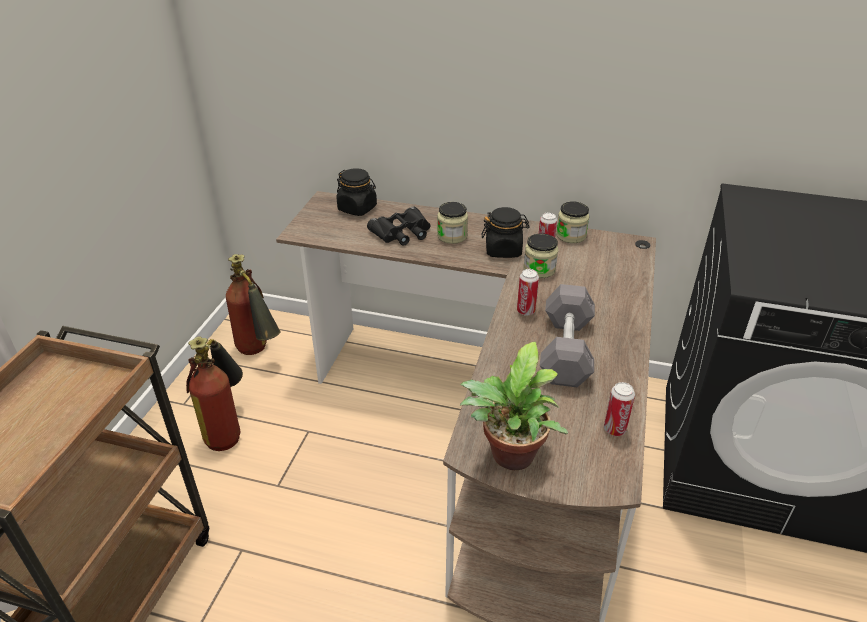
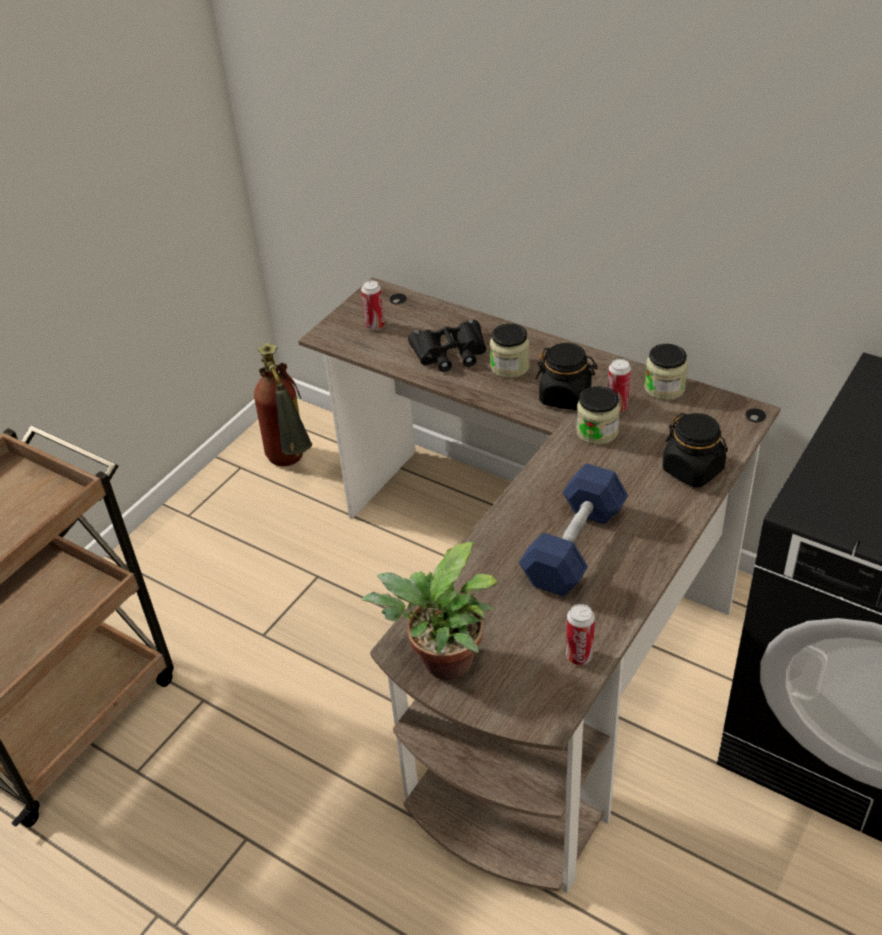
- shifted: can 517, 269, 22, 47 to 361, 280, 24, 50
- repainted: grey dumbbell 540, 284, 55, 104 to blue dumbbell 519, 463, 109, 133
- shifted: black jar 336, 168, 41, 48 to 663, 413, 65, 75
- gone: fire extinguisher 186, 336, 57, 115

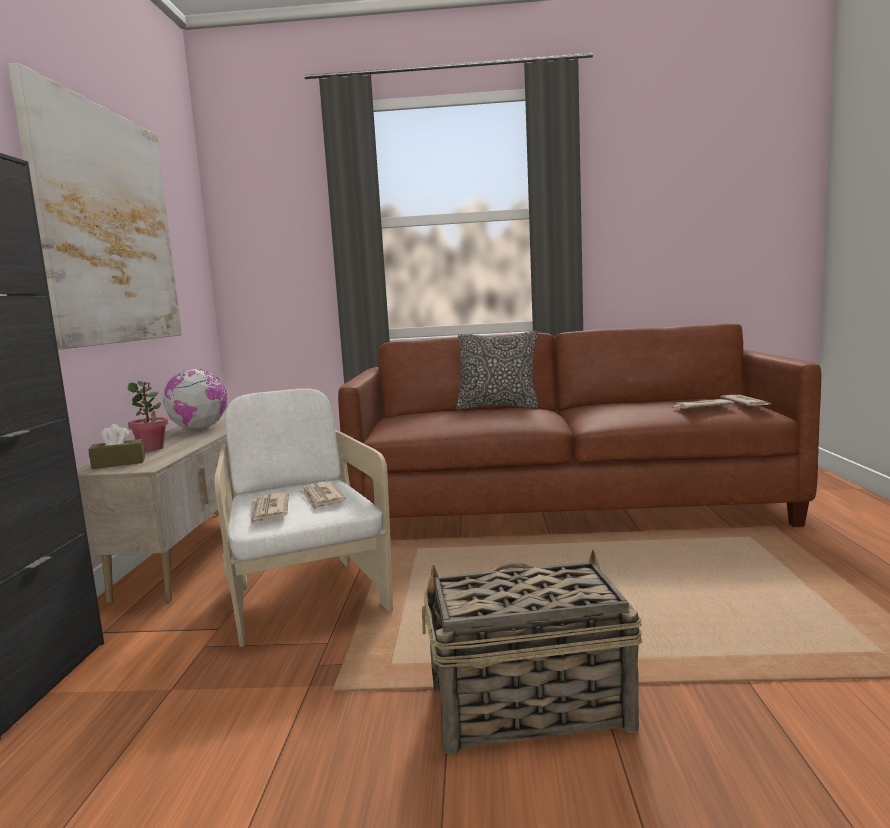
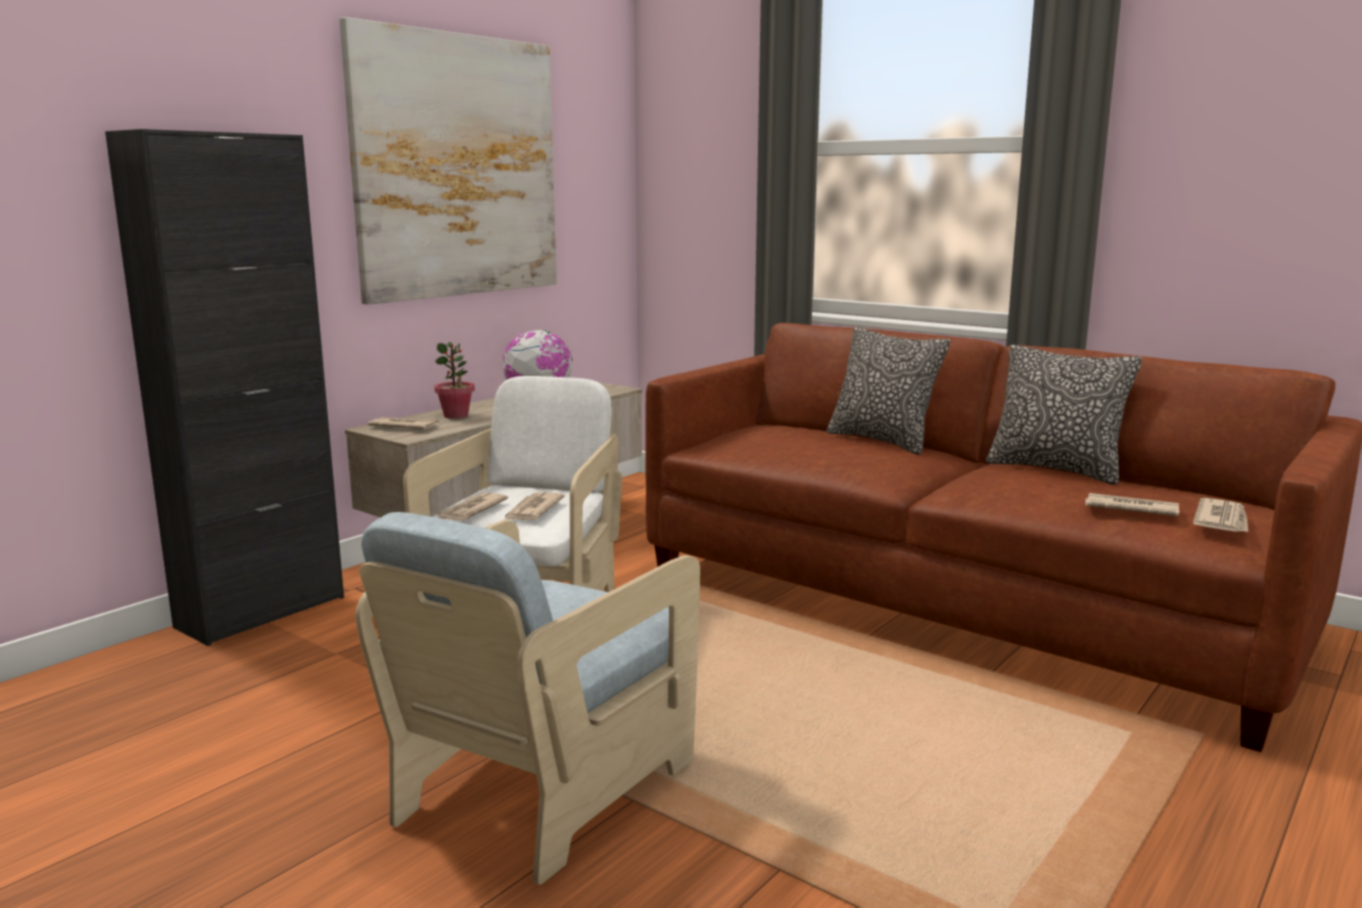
- swapped: basket 422, 550, 220, 206 to beige armchair 355, 512, 345, 373
- swapped: brown tissue box 88, 424, 57, 45 to newspaper 368, 417, 71, 12
- new: pillow 986, 345, 156, 140

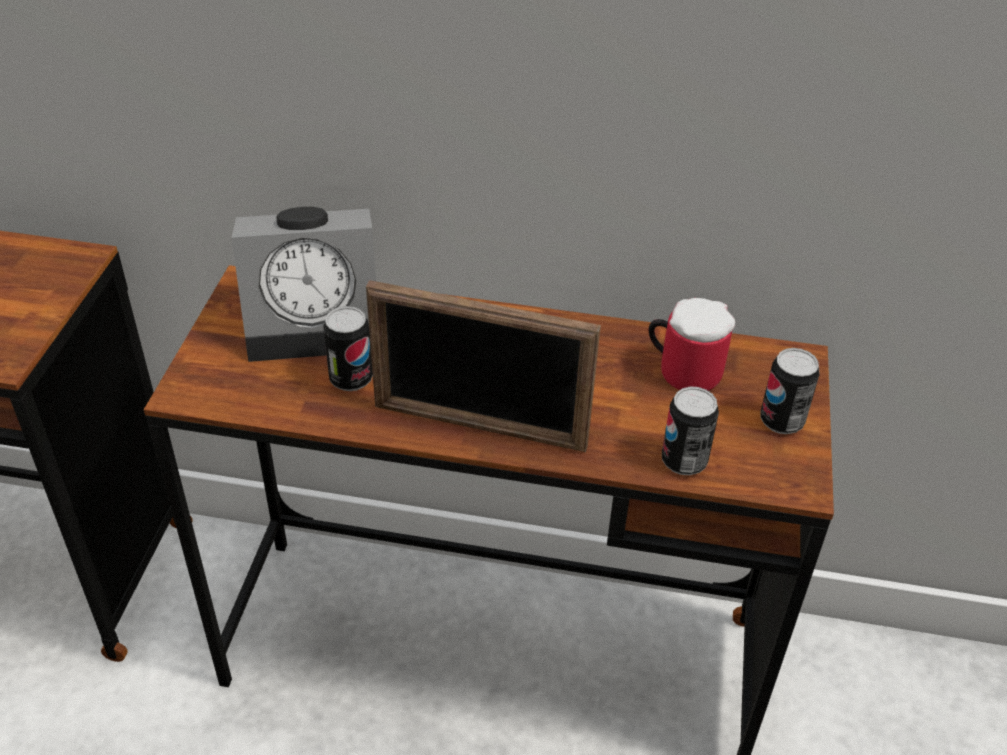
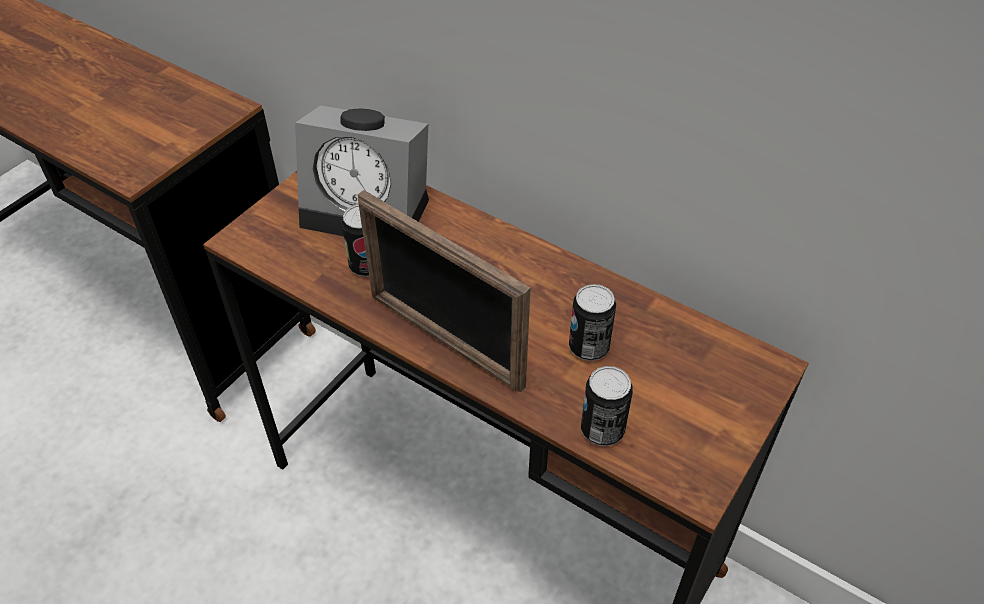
- shifted: can 760, 348, 60, 86 to 569, 284, 47, 77
- gone: mug 649, 298, 86, 93

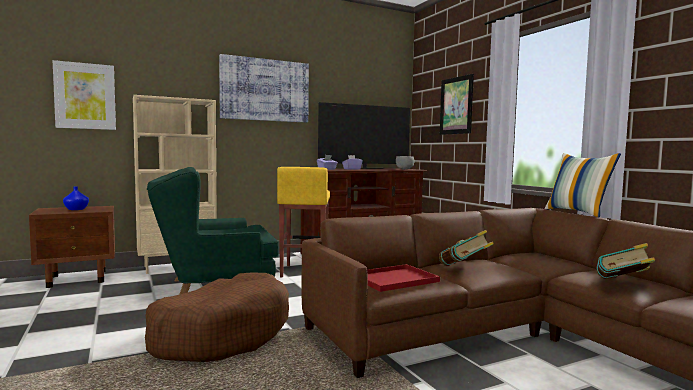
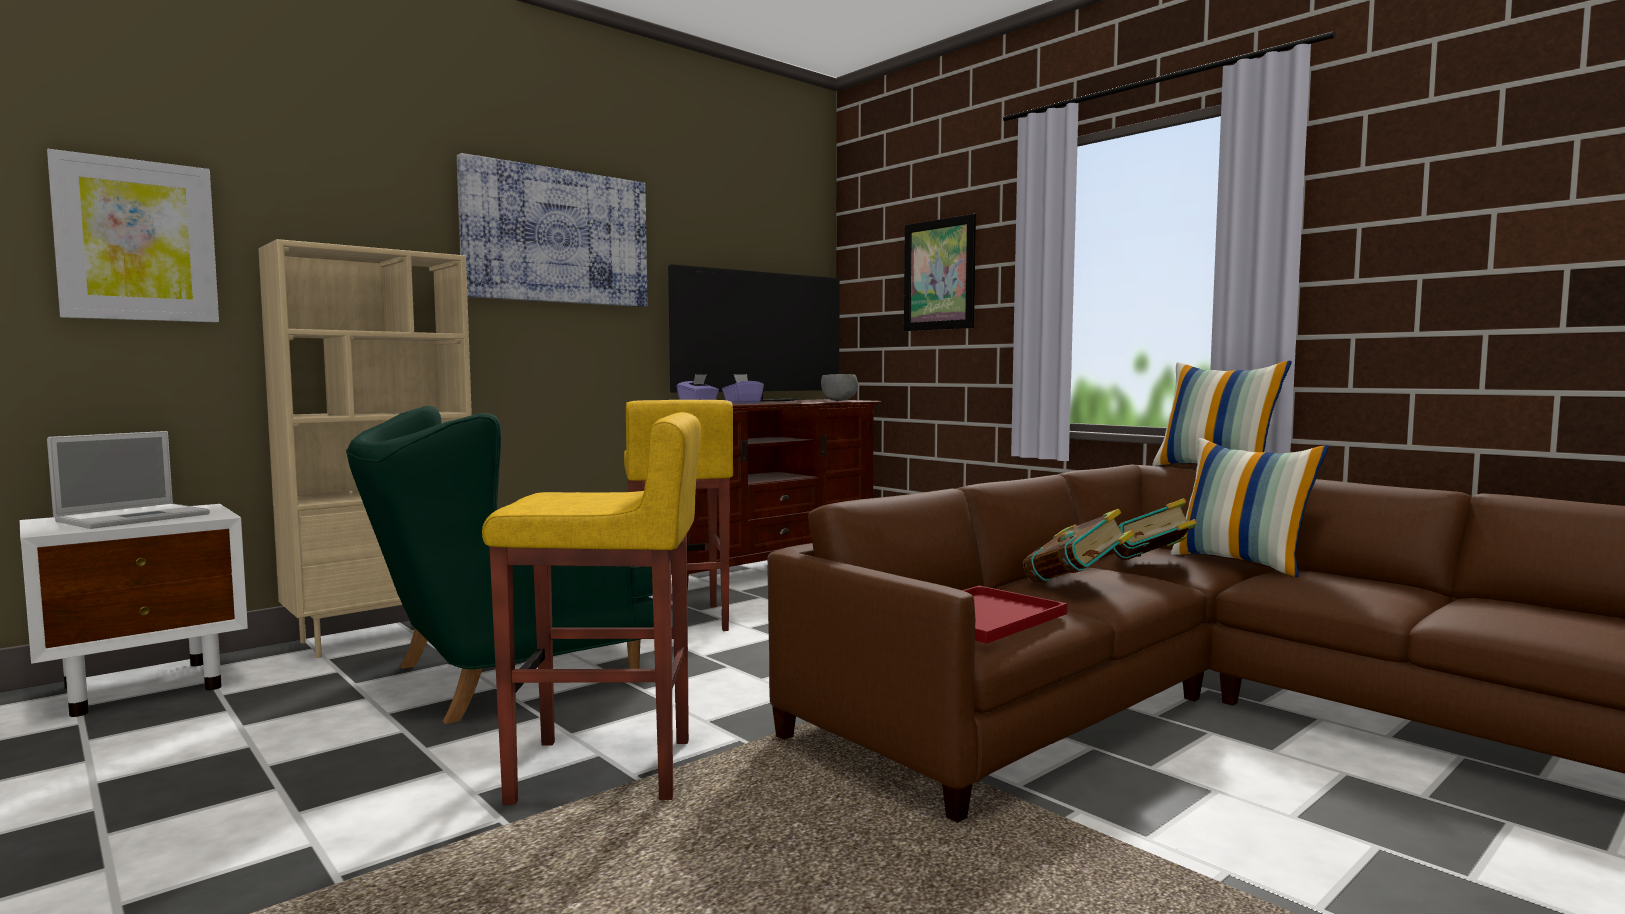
- repainted: brown nightstand 29, 206, 86, 82 to white nightstand 20, 504, 228, 213
- swapped: blue vase 63, 186, 26, 24 to laptop 47, 431, 163, 98
- swapped: brown dog bed 145, 272, 144, 90 to yellow stool 482, 412, 219, 393
- shifted: book 597, 243, 58, 36 to 1112, 498, 85, 62
- new: pillow 1171, 438, 158, 139

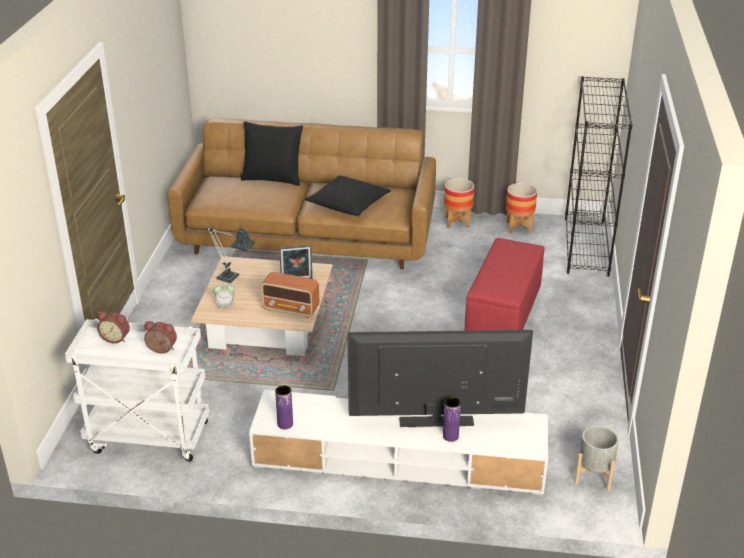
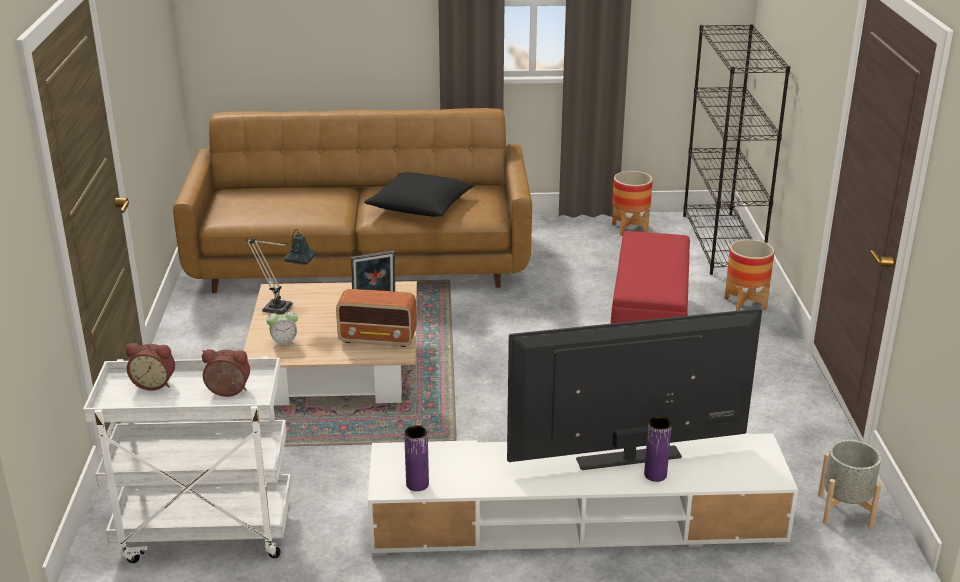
- shifted: planter 444, 178, 30, 50 to 724, 239, 50, 72
- gone: black pillow 241, 121, 62, 65

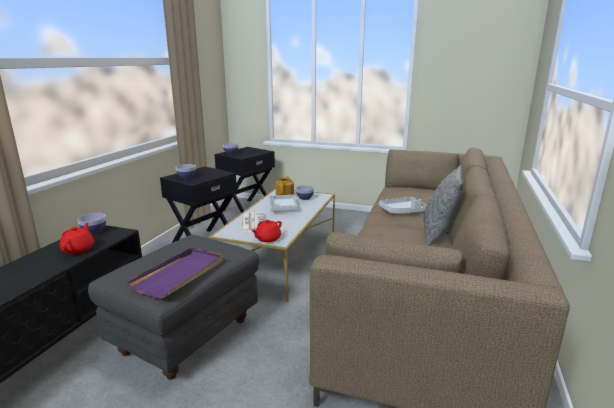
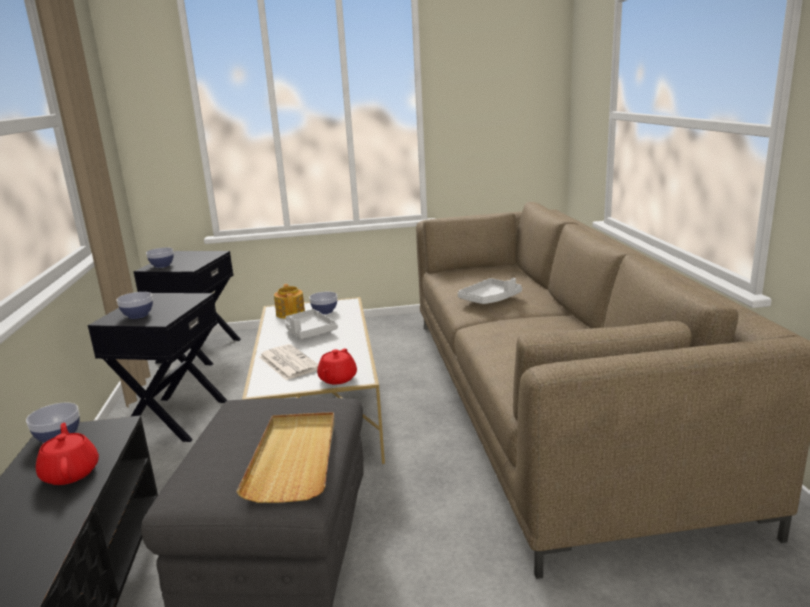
- repainted: purple tray 127, 247, 96, 51 to beige tray 236, 412, 99, 91
- gone: grey pillow 423, 164, 41, 82

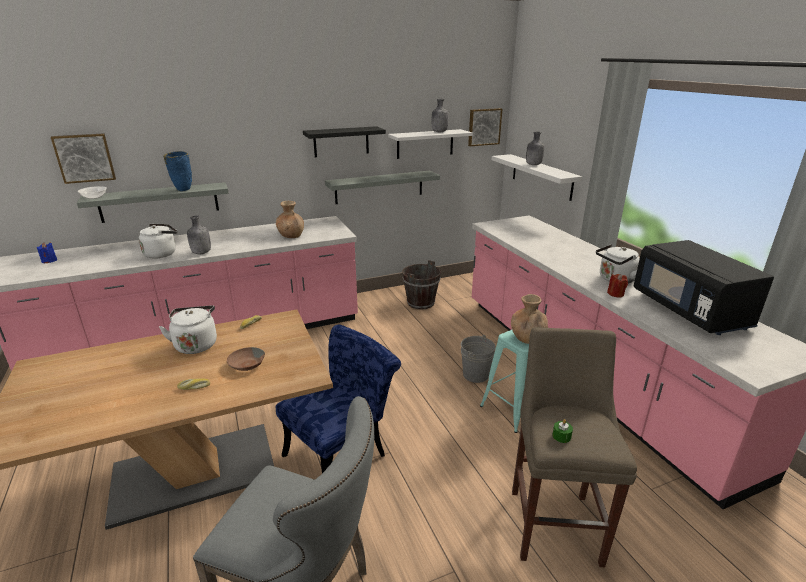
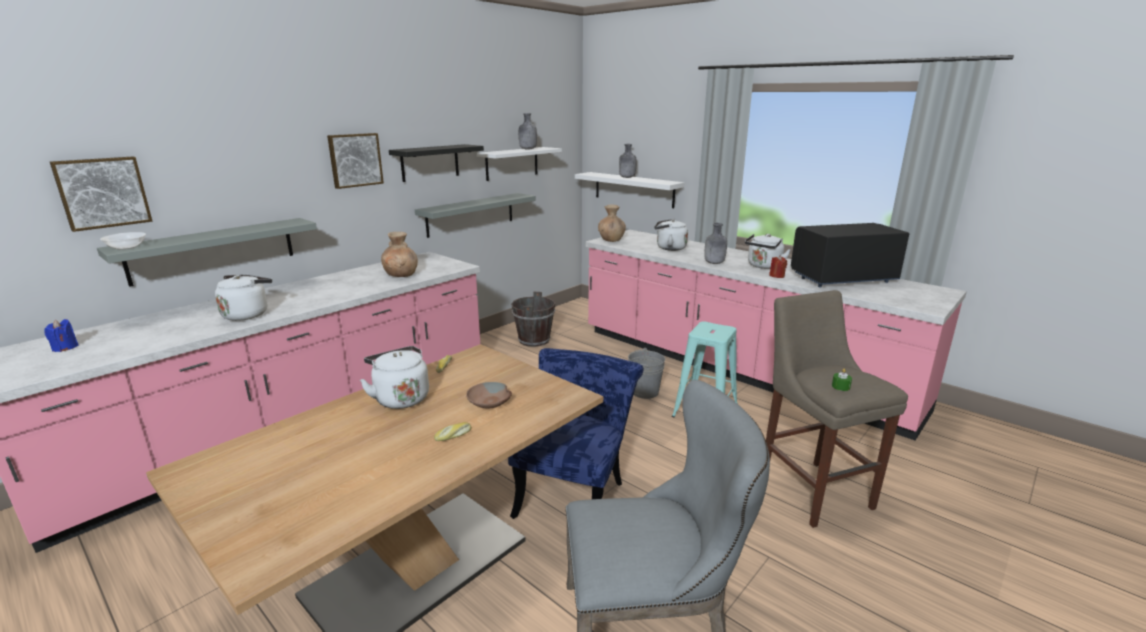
- shifted: picture 468, 108, 34, 38 to 327, 133, 57, 56
- shifted: brown vase 511, 294, 37, 50 to 598, 205, 28, 37
- new: white kettle 654, 219, 34, 32
- shifted: grey bottle 187, 215, 24, 39 to 704, 223, 23, 41
- rotated: black microwave 633, 240, 141, 95 = 791, 223, 118, 65 120 degrees clockwise
- gone: blue vase 163, 151, 29, 40

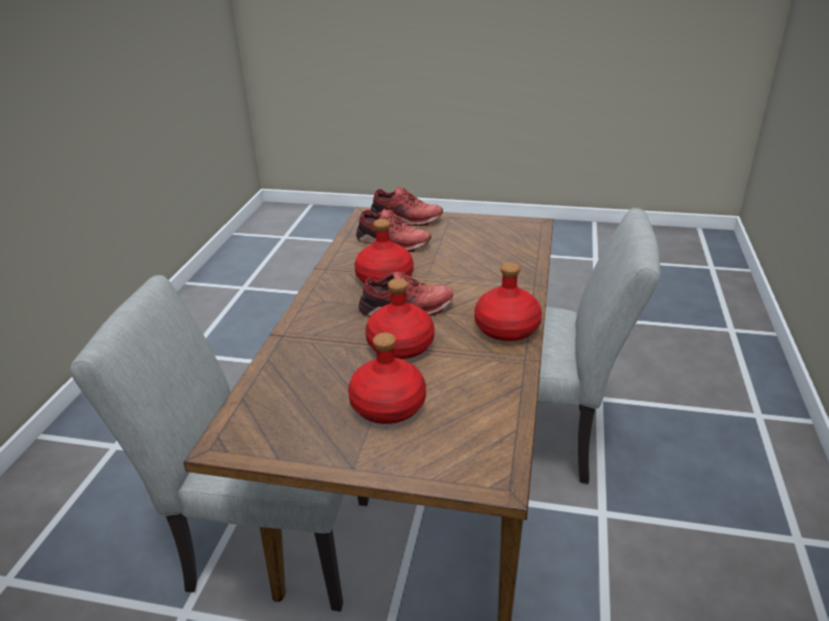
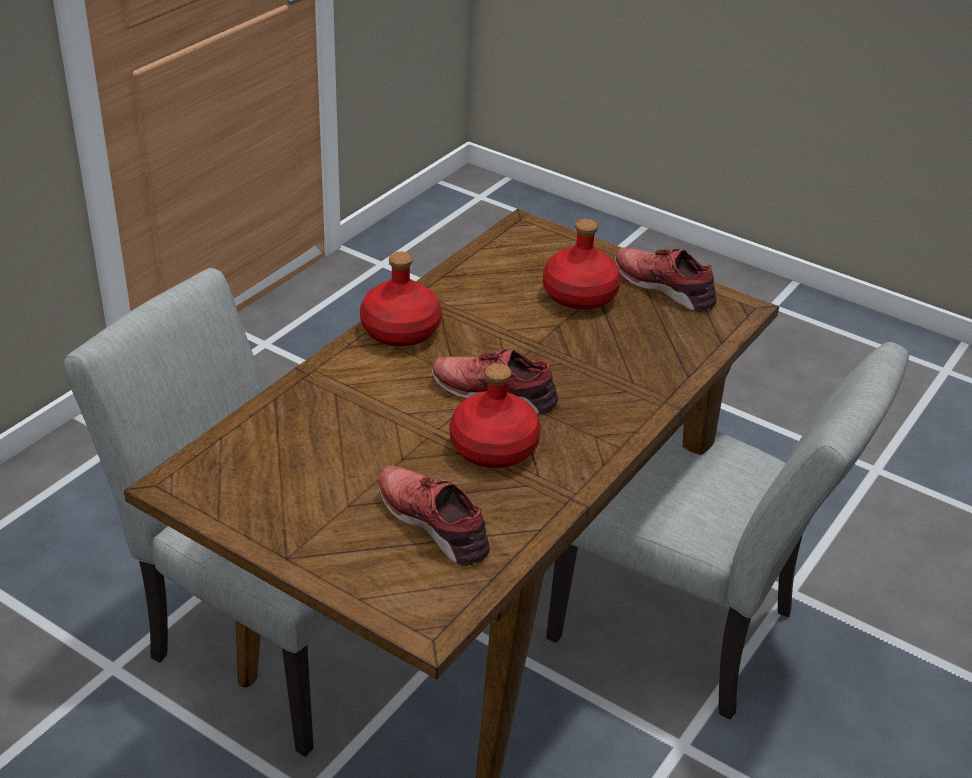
- shifted: red shoe 370, 187, 73, 39 to 615, 247, 102, 65
- gone: red bottle 365, 278, 70, 81

